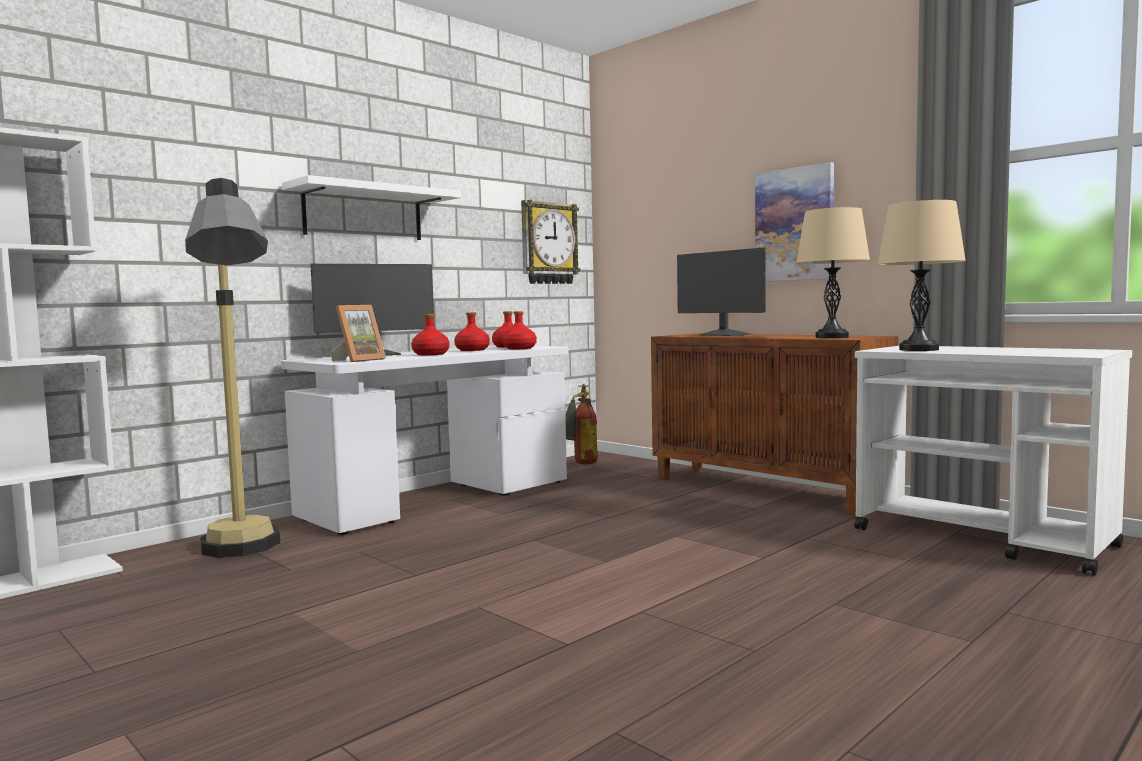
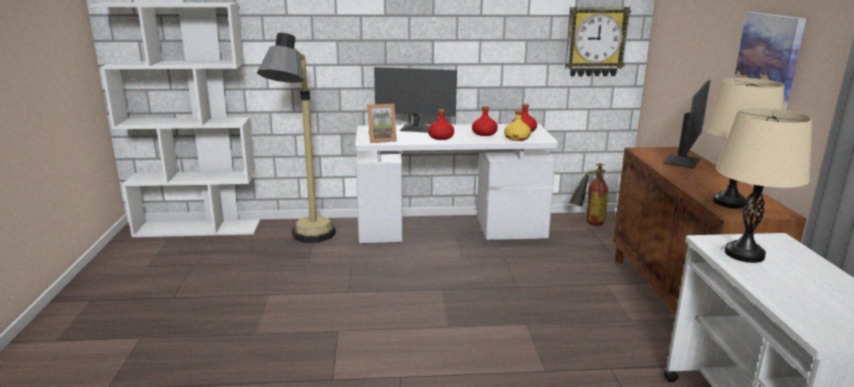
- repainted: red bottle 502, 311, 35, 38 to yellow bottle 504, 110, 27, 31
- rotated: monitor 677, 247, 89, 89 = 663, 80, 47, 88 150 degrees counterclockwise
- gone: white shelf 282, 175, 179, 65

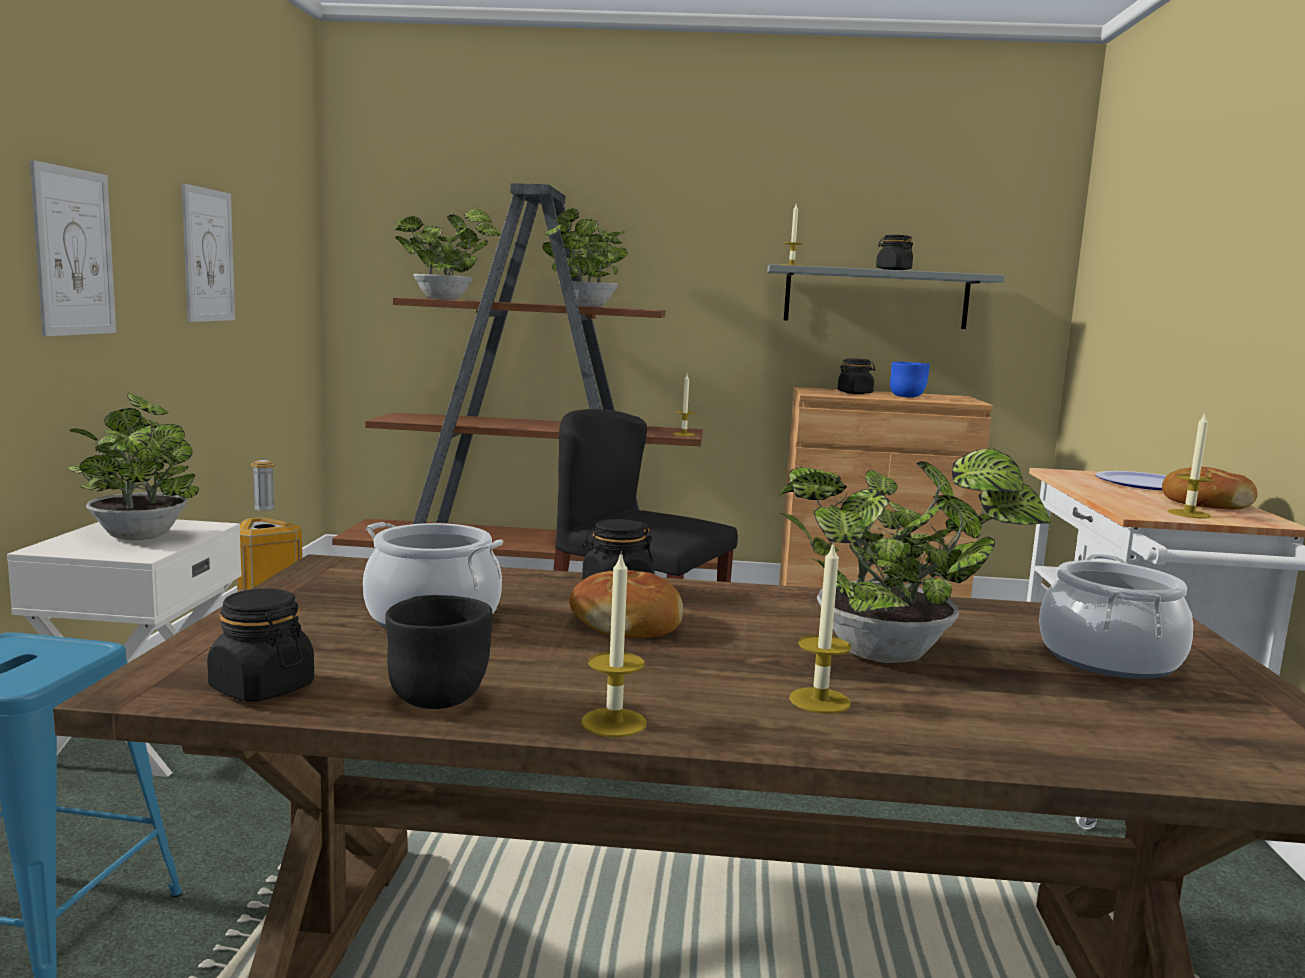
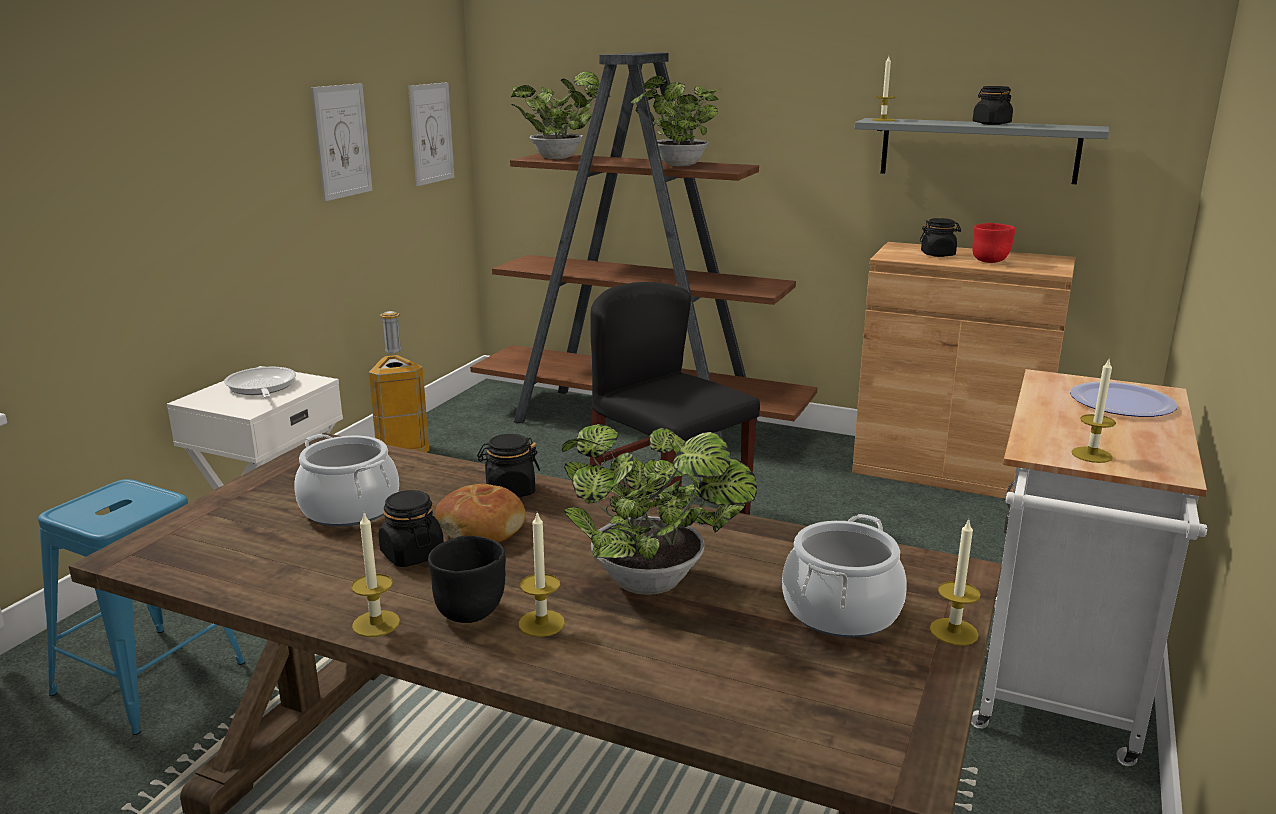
- swapped: potted plant 67, 393, 132, 147 to frying pan 224, 367, 72, 31
- shifted: black jar 207, 589, 107, 113 to 378, 490, 66, 77
- shifted: picture 30, 160, 86, 176 to 408, 82, 47, 104
- shifted: black bowl 385, 595, 108, 114 to 428, 536, 78, 87
- shifted: candle 673, 374, 22, 62 to 929, 519, 52, 127
- repainted: blue bowl 890, 361, 40, 37 to red bowl 972, 223, 43, 40
- gone: bread 1162, 467, 96, 42

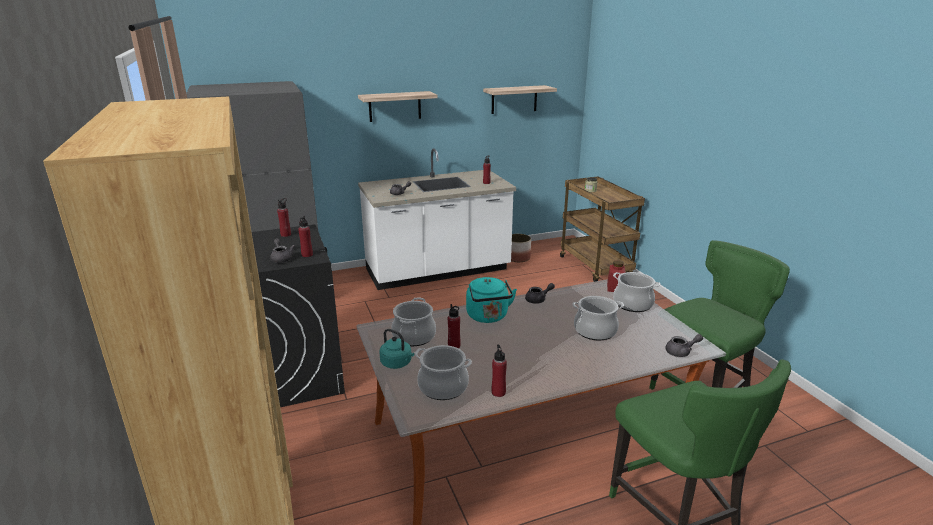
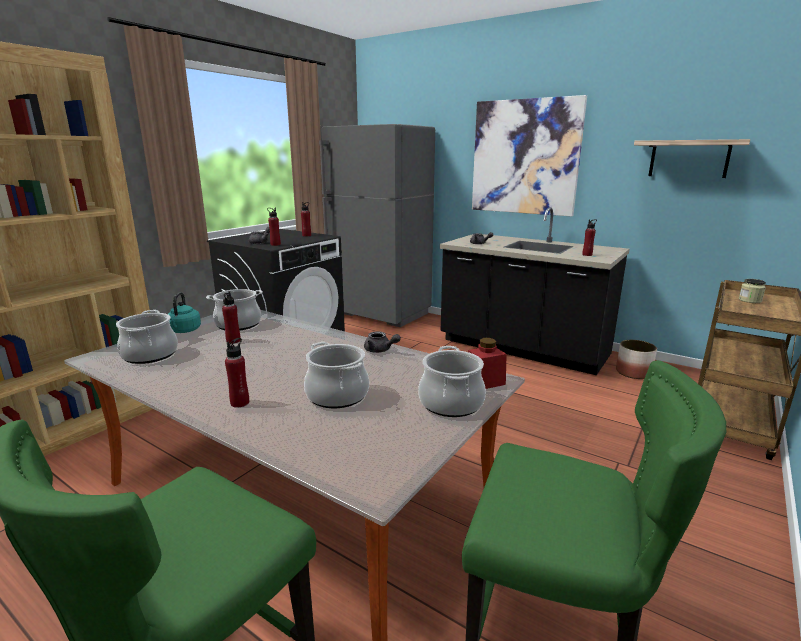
- shifted: red bottle 492, 344, 15, 53 to 225, 338, 24, 69
- repainted: white counter 358, 148, 158, 142 to black counter 440, 207, 190, 168
- swapped: shelf 358, 91, 80, 31 to picture 472, 95, 115, 122
- gone: turquoise kettle 466, 277, 51, 46
- gone: grey teapot 665, 334, 38, 23

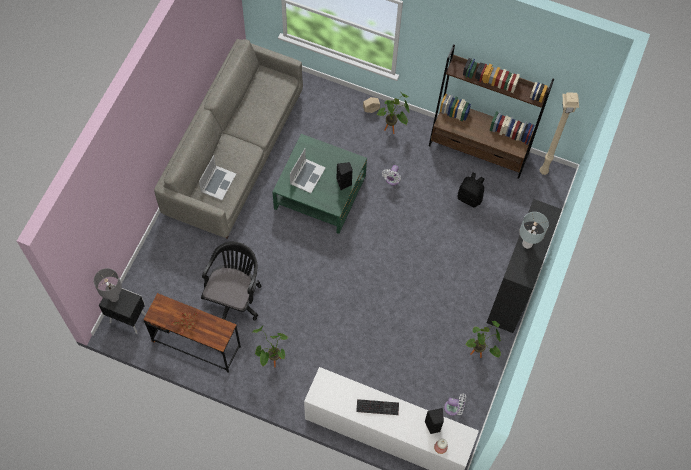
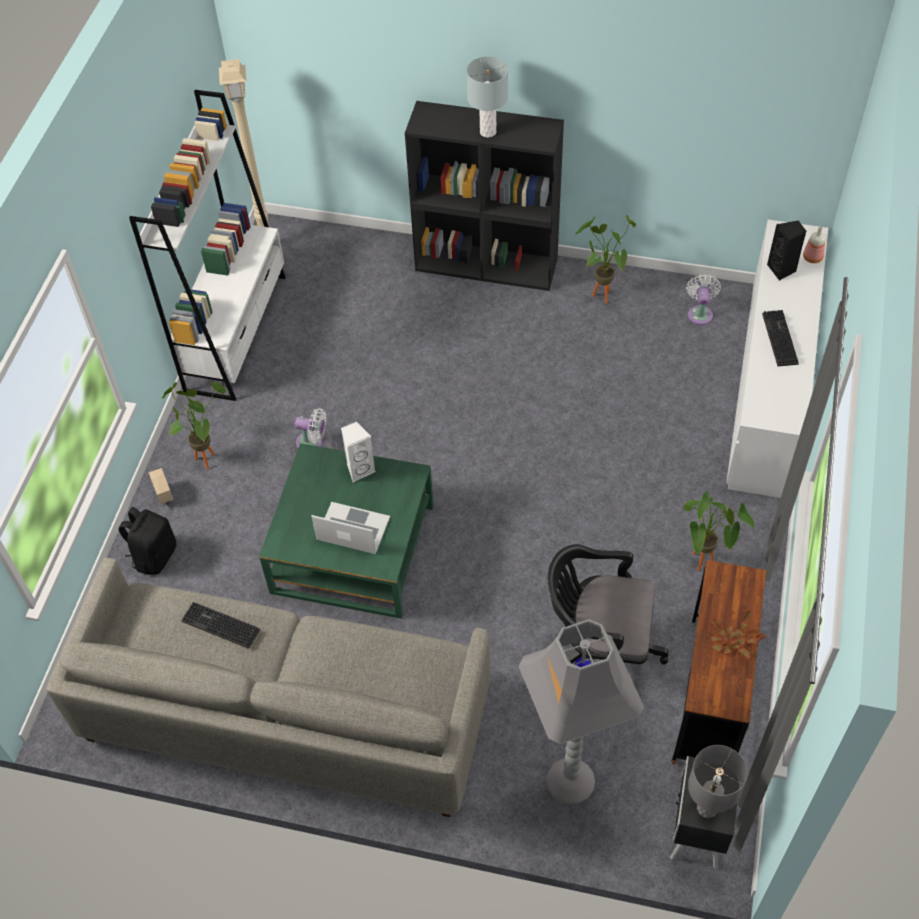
- shifted: black backpack 458, 172, 26, 35 to 119, 507, 58, 68
- repainted: brown bookcase 429, 44, 125, 135 to white bookcase 129, 90, 157, 311
- new: keyboard 182, 602, 78, 47
- repainted: black speaker 337, 162, 16, 28 to white speaker 341, 421, 35, 61
- new: grey floor lamp 519, 619, 125, 186
- gone: laptop 199, 155, 37, 45

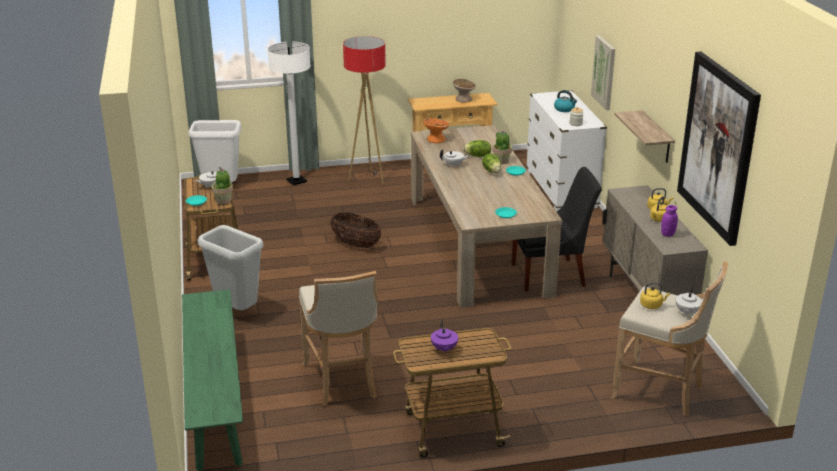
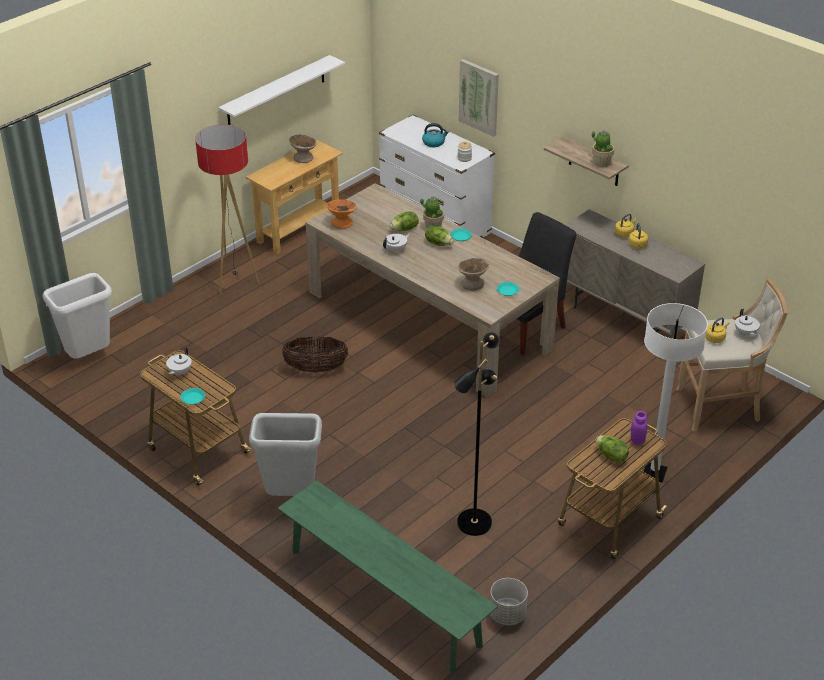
- new: white shelf 218, 55, 127, 70
- swapped: beige stool 299, 271, 79, 135 to black floor lamp 454, 332, 46, 204
- new: beige bowl 458, 258, 31, 32
- new: grey planter 490, 578, 38, 48
- shifted: potted plant 211, 168, 22, 36 to 592, 130, 23, 37
- swapped: purple teapot 431, 321, 27, 32 to lettuce 595, 435, 34, 28
- shifted: purple jar 661, 205, 17, 32 to 631, 411, 16, 34
- shifted: white floor lamp 267, 42, 44, 144 to 643, 303, 65, 180
- gone: picture 677, 52, 84, 194

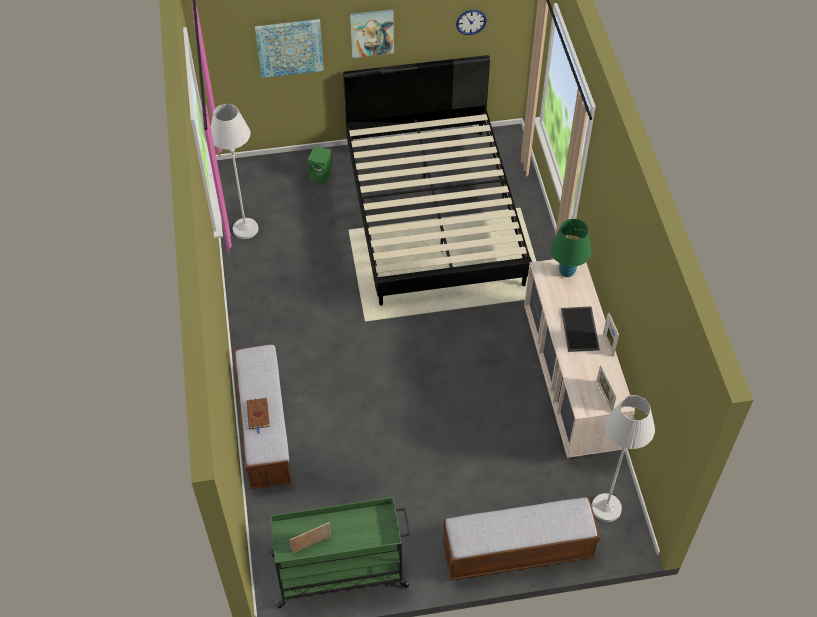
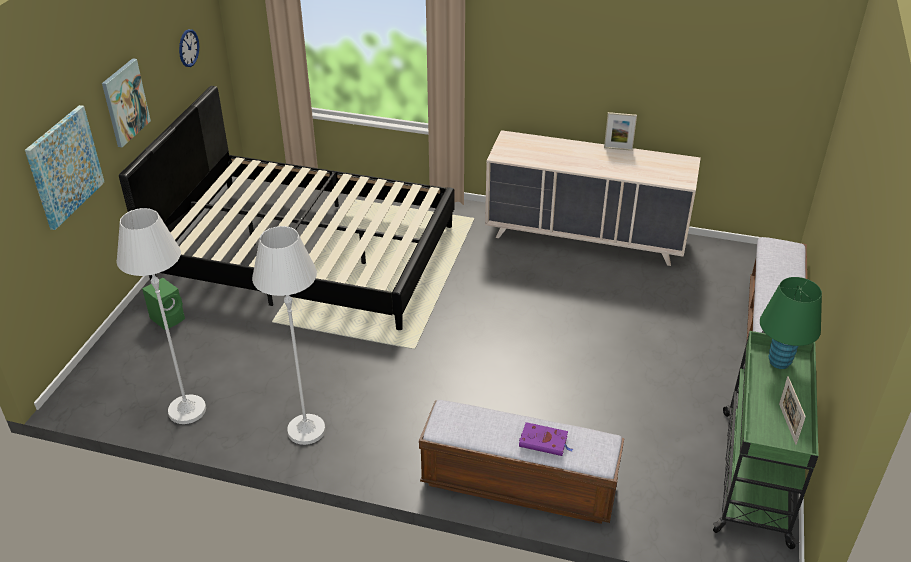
- shifted: white floor lamp 591, 395, 64, 127 to 252, 226, 74, 219
- repainted: brown book 247, 398, 23, 36 to purple book 519, 422, 54, 34
- shifted: green table lamp 550, 219, 41, 58 to 760, 277, 62, 92
- gone: tray 561, 306, 39, 46
- gone: picture frame 597, 365, 19, 46

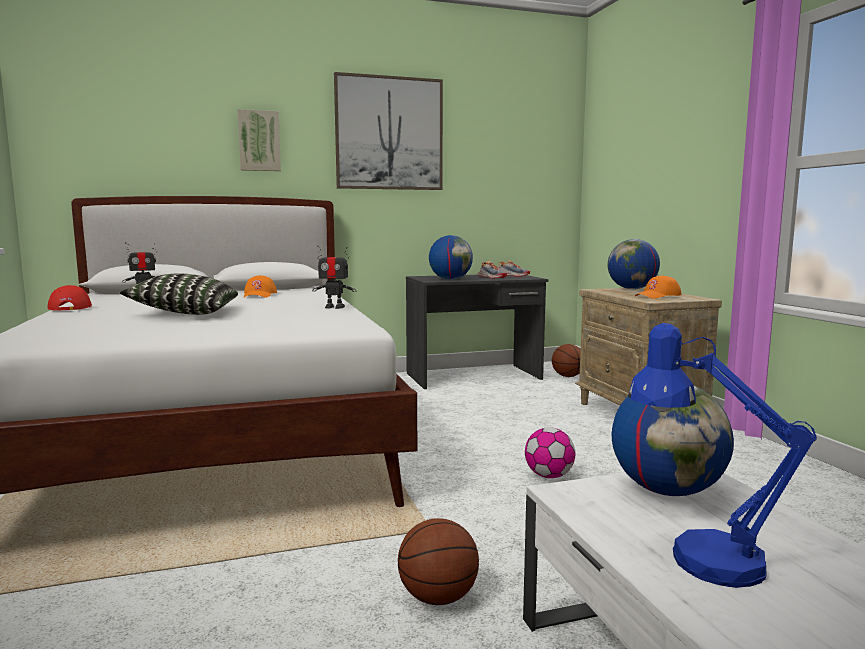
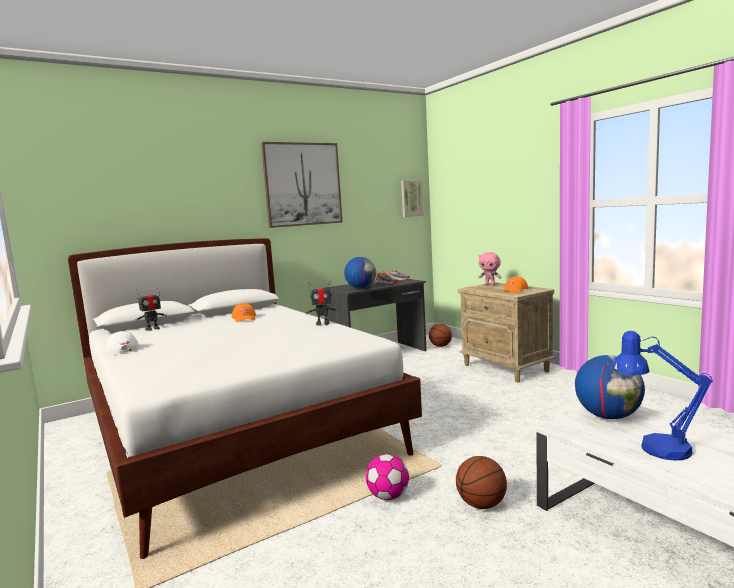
- repainted: red cap 48, 285, 44, 26 to white cap 106, 331, 33, 22
- shifted: football 525, 427, 50, 51 to 366, 454, 43, 46
- shifted: picture 238, 109, 43, 62 to 401, 180, 23, 37
- swapped: globe 608, 239, 52, 50 to pink plush toy 478, 252, 24, 33
- gone: pillow 120, 273, 118, 42

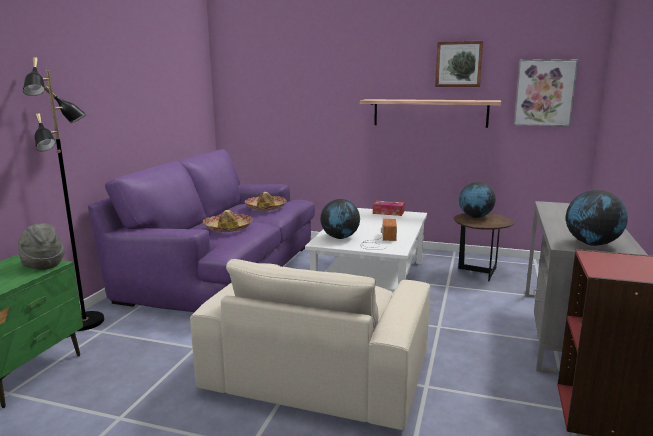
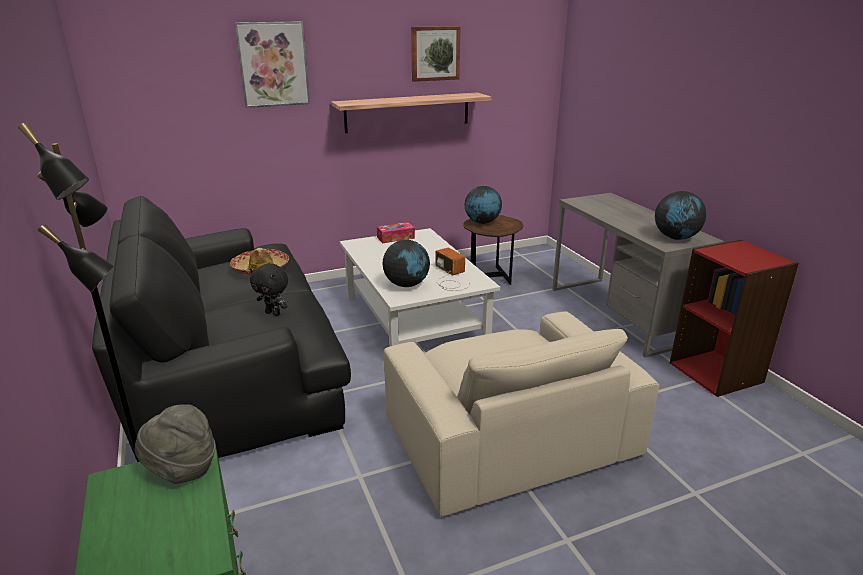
- repainted: purple sofa 88, 149, 227, 163 to black sofa 92, 196, 259, 264
- shifted: picture 514, 59, 64, 68 to 234, 21, 76, 87
- swapped: hat 203, 210, 49, 22 to black plush toy 250, 264, 38, 52

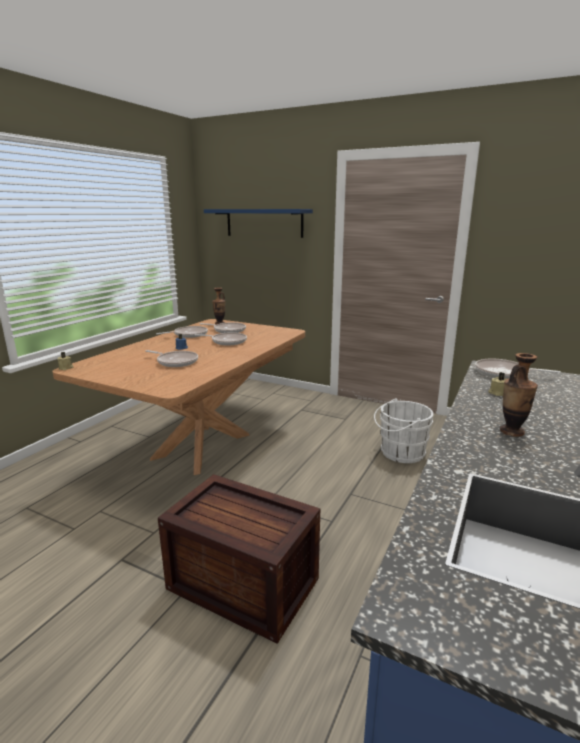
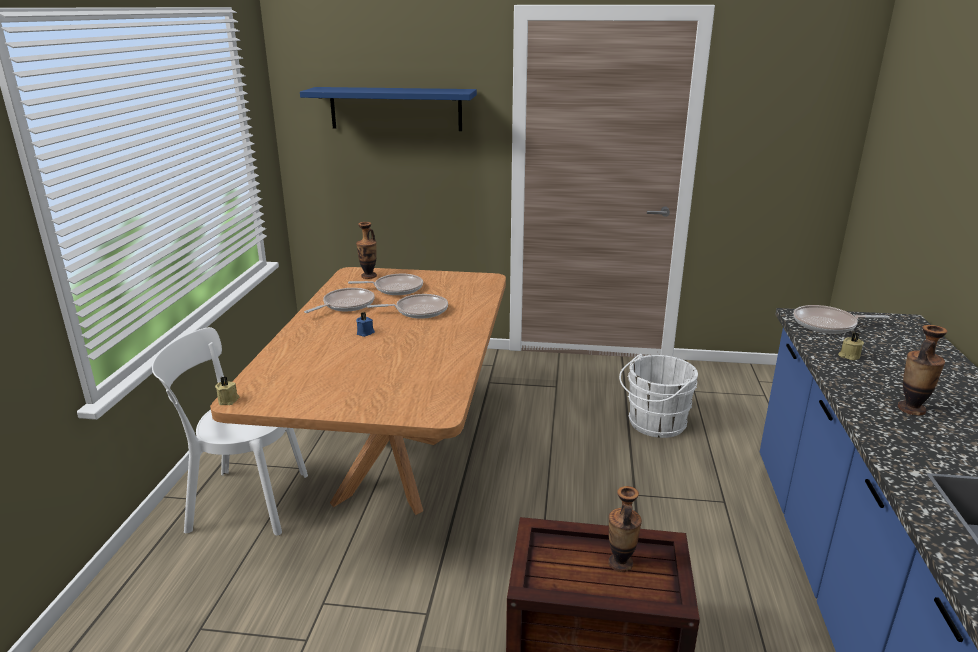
- new: white chair 152, 327, 156, 209
- new: vase 608, 486, 34, 86
- gone: frying pan 145, 350, 53, 17

